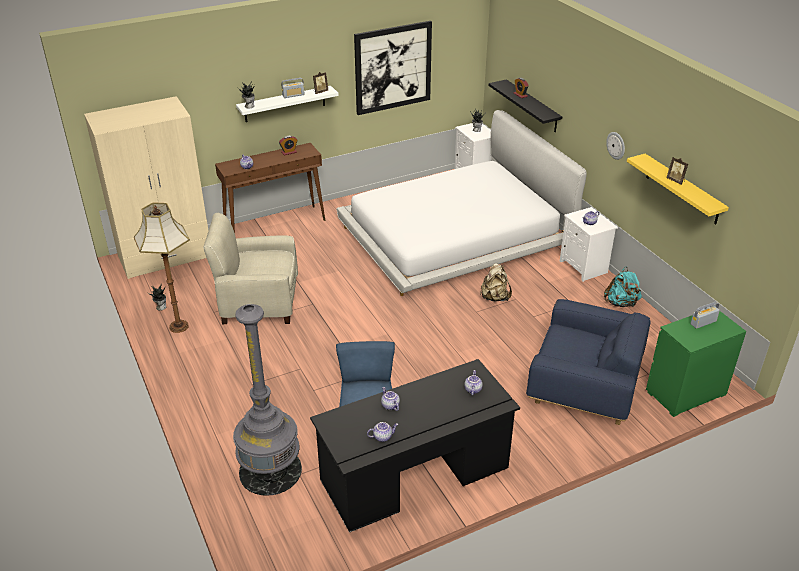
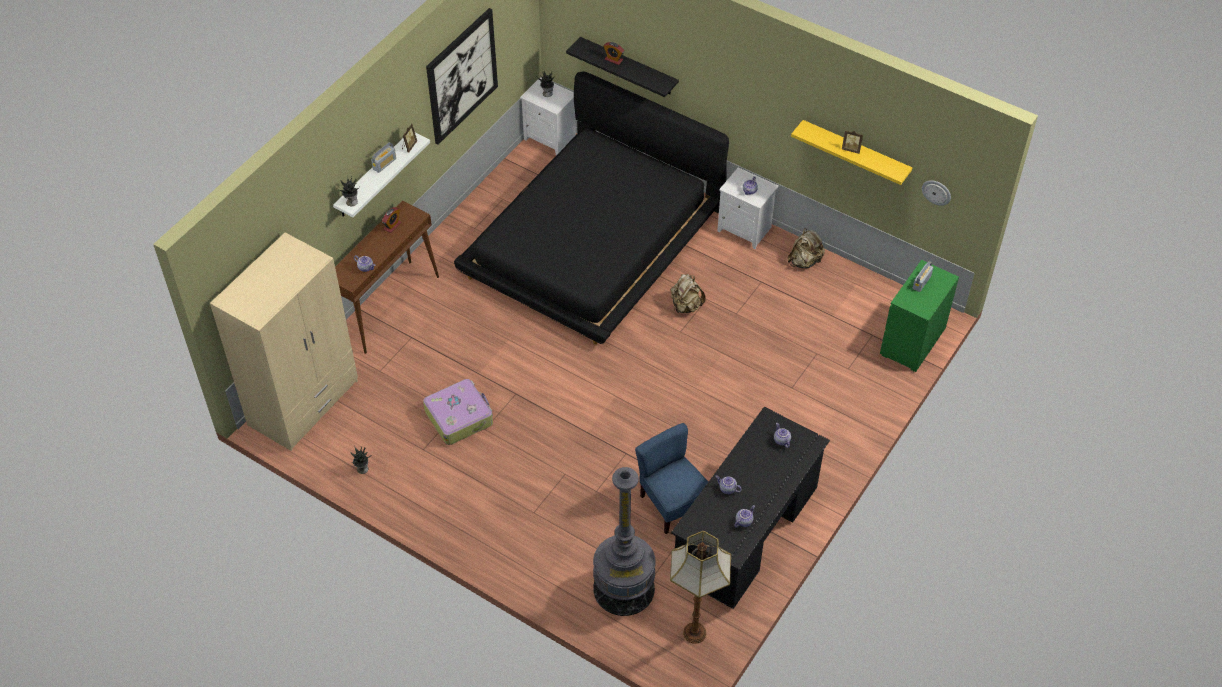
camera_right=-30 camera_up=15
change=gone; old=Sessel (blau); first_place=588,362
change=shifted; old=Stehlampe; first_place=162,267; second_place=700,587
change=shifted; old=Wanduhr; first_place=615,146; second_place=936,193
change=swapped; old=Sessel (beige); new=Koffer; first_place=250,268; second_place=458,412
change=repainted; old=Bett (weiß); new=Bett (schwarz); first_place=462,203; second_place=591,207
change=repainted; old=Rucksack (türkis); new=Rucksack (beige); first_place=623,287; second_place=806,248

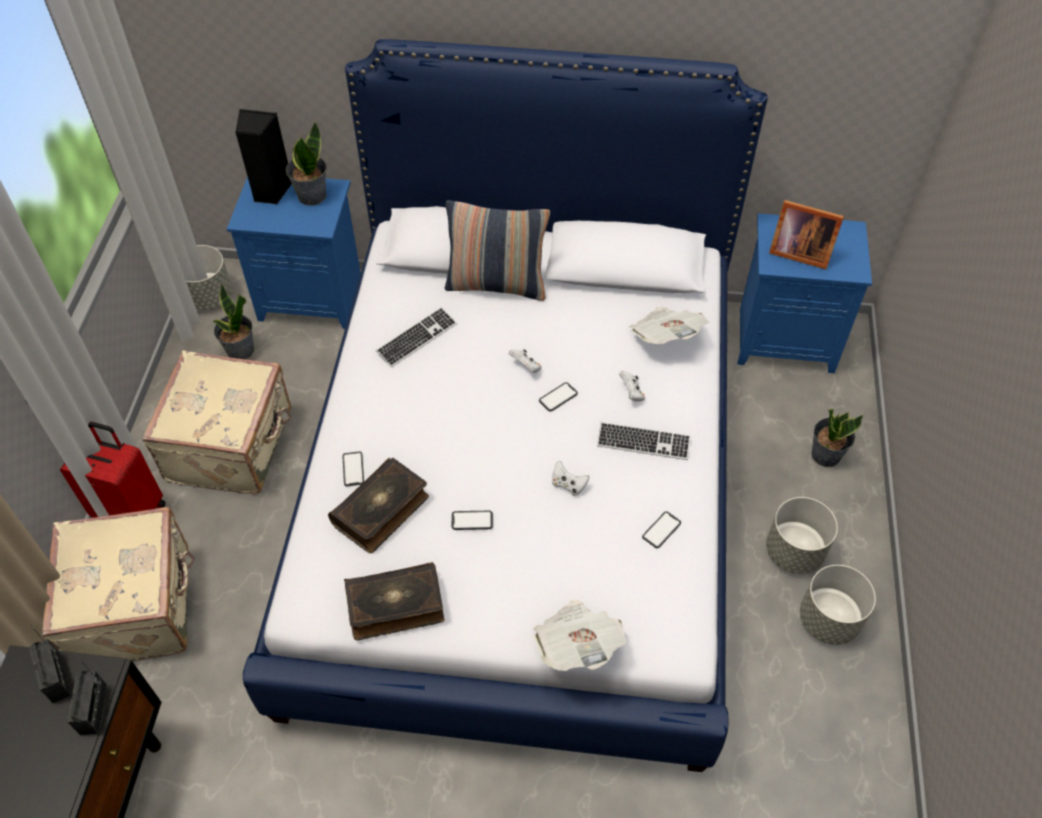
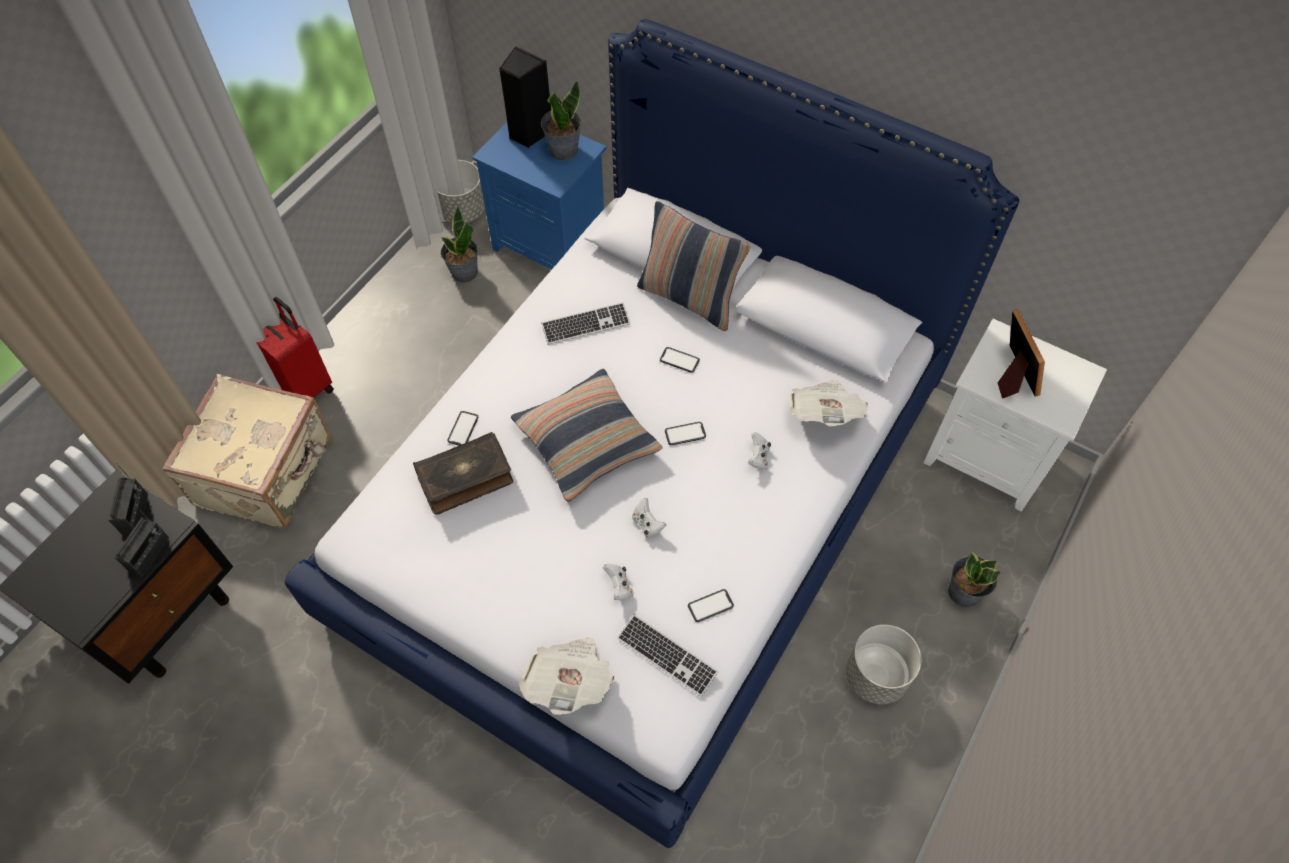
camera_right=25 camera_up=5
change=gone; old=Koffer (beige); first_place=217,422
change=gone; old=Buch; first_place=394,601
change=gone; old=Pflanzkübel (grau); first_place=838,605
change=new; new=Kissen; second_place=587,435
change=shifted; old=Handy; first_place=472,520; second_place=680,360
change=shifted; old=Gamepad (weiß); first_place=525,361; second_place=618,582
change=shifted; old=Tastatur; first_place=644,441; second_place=667,655
change=repainted; old=Nachttisch (blau); new=Nachttisch (weiß); first_place=804,293; second_place=1015,415
change=rotated; old=Bilderrahmen; first_place=806,235; second_place=1021,354; degrees=-150

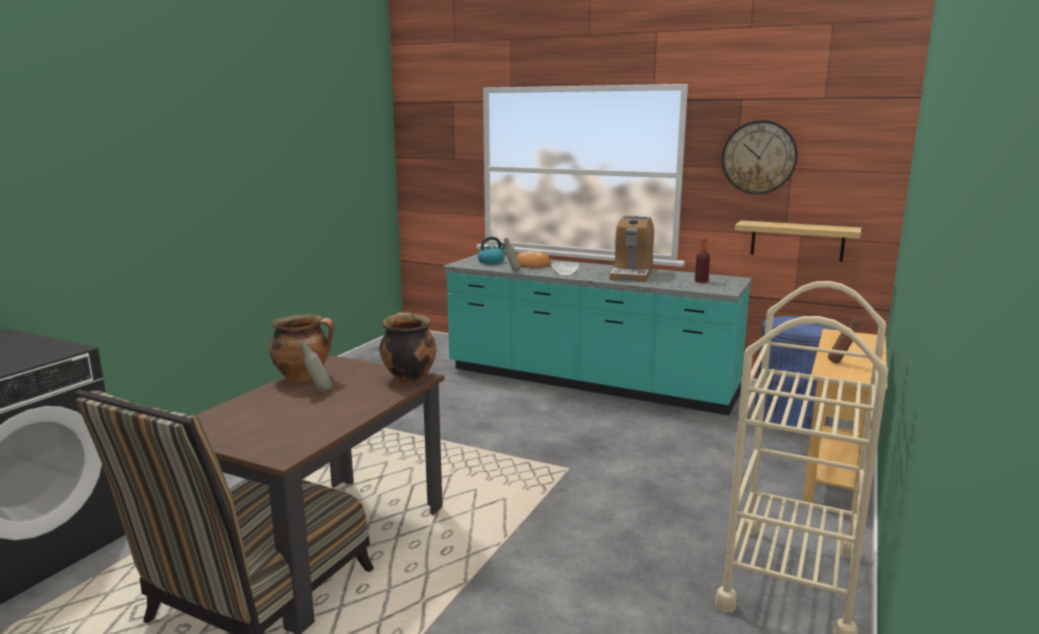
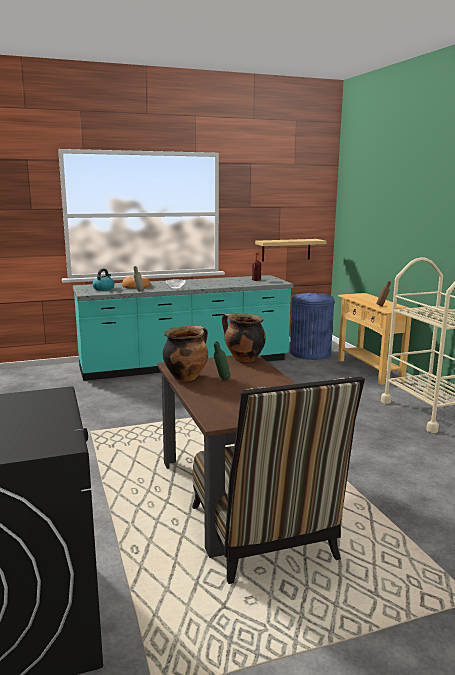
camera_right=-45 camera_up=0
change=gone; old=Kaffeemaschine; first_place=632,249
change=gone; old=Wanduhr; first_place=760,157
change=repainted; old=Flasche (grau); new=Flasche (grün); first_place=316,366; second_place=222,360

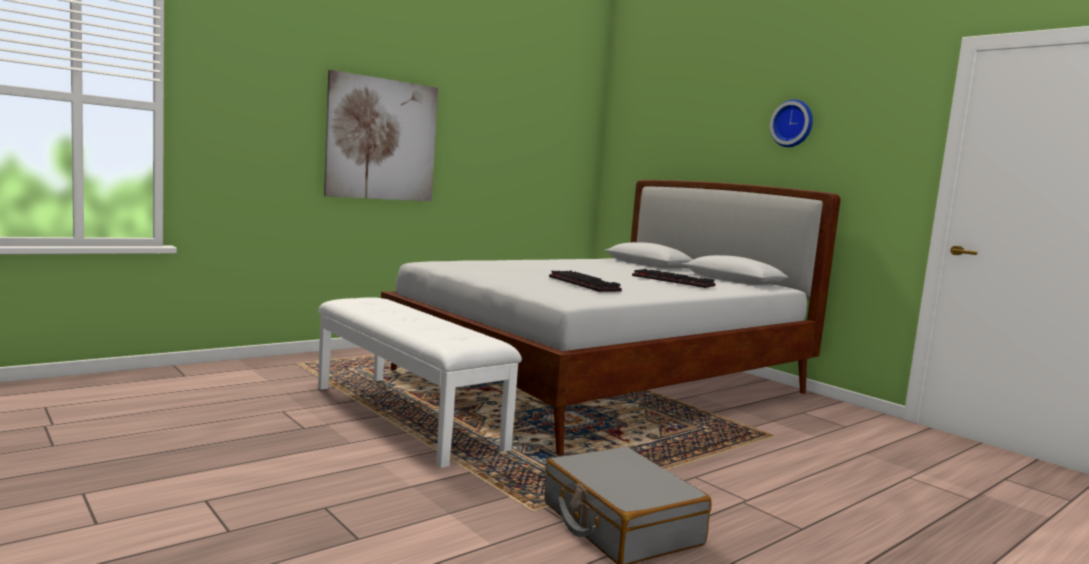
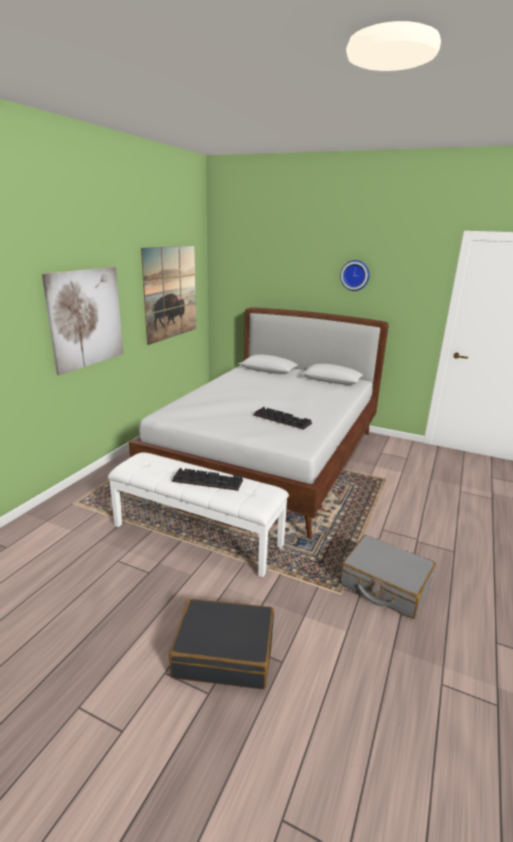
camera_right=-25 camera_up=15
change=new; new=Bild; second_place=168,295
change=new; new=Koffer (schwarz); second_place=221,644
change=shifted; old=Tastatur; first_place=674,278; second_place=207,479

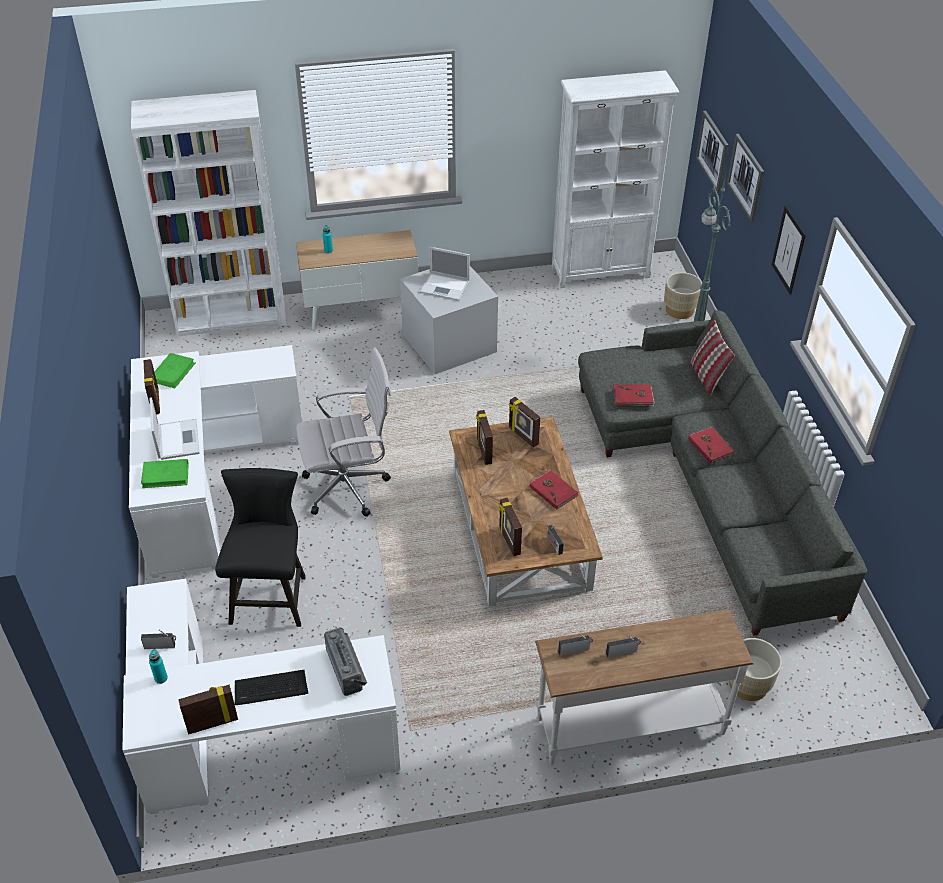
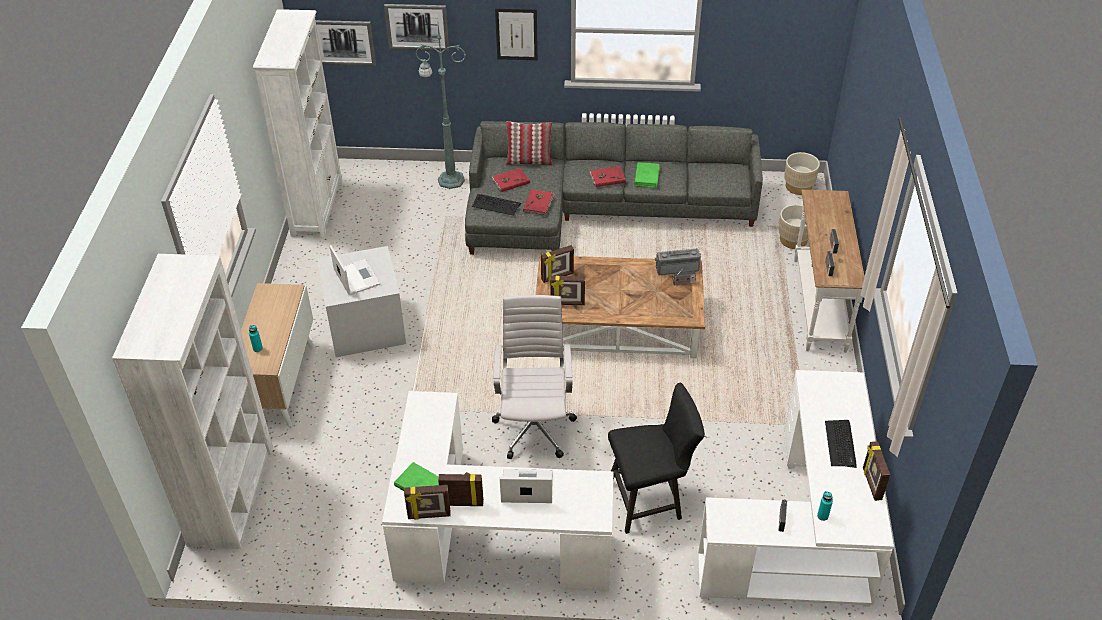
camera_right=-75 camera_up=0
change=new; new=Tastatur; second_place=496,205
change=shifted; old=Buch (grün); first_place=165,473; second_place=647,175
change=shifted; old=Radio; first_place=345,661; second_place=678,261
change=shifted; old=Bilderrahmen; first_place=510,527; second_place=427,502
change=shifted; old=Buch (rot); first_place=554,489; second_place=511,180
change=shifted; old=Pflanzkübel (beige); first_place=683,295; second_place=802,173
change=rotated; old=Stuhl (schwarz); first_place=260,547; second_place=656,458; degrees=150
change=rotated; old=Laptop; first_place=445,274; second_place=355,270; degrees=-60

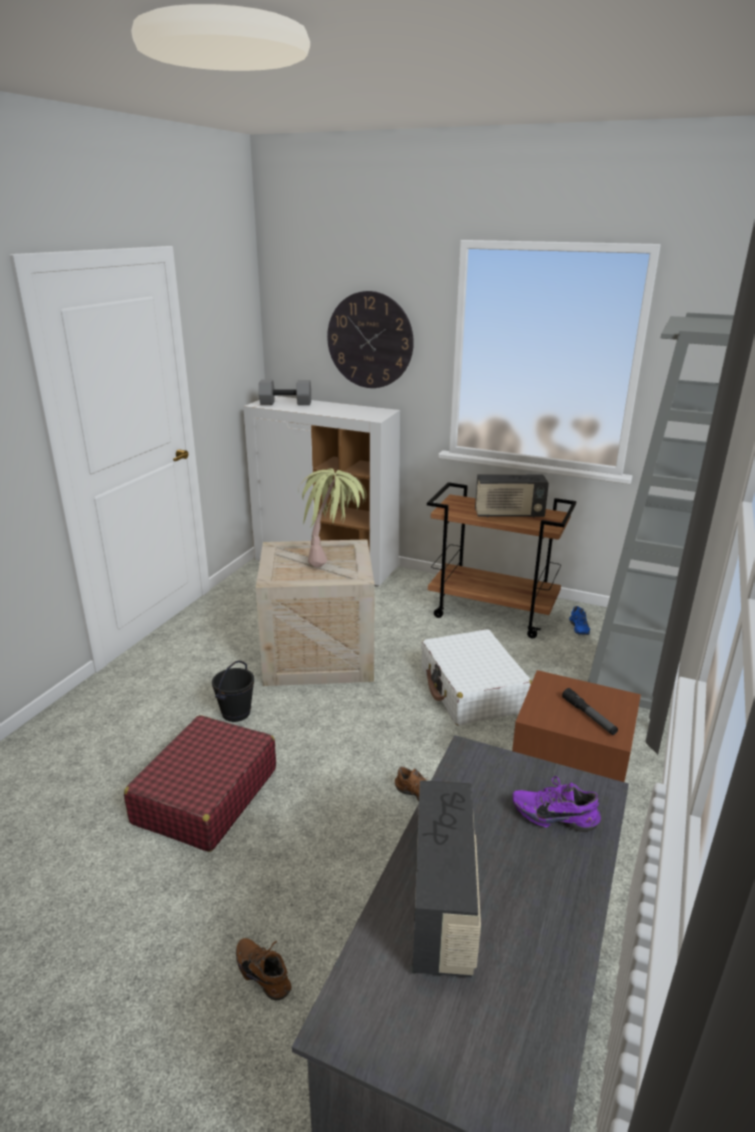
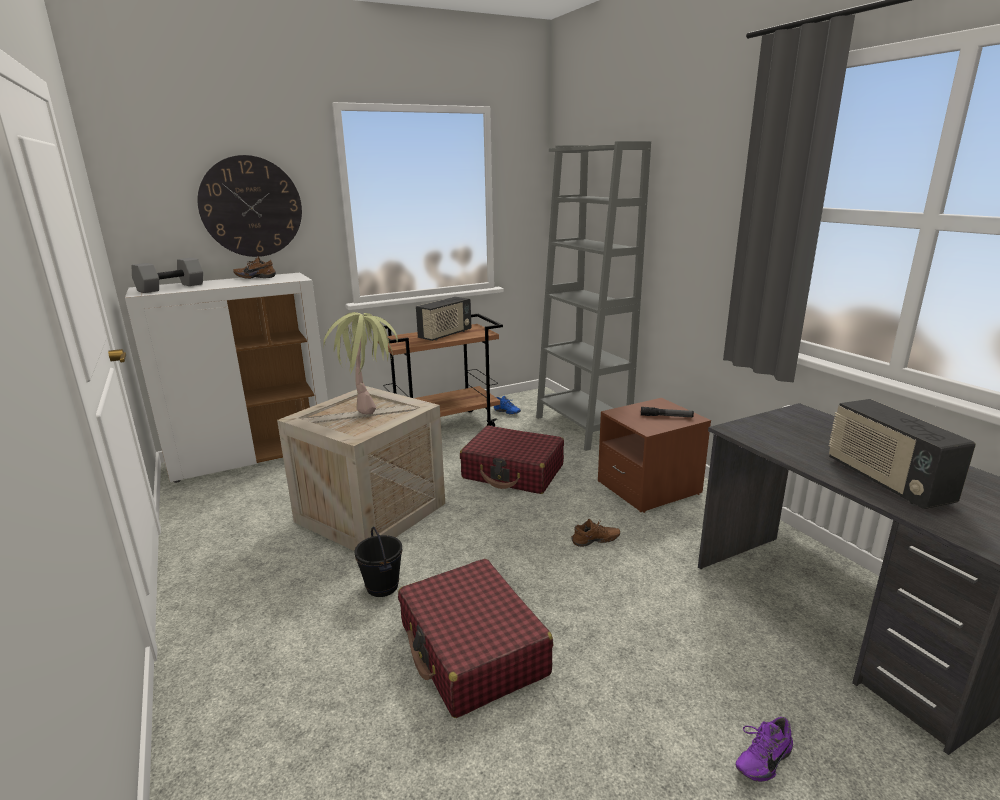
camera_right=-50 camera_up=-5
change=shifted; old=Schuh (braun); first_place=263,969; second_place=254,267
change=shifted; old=Schuh (lila); first_place=556,804; second_place=764,749
change=repainted; old=Koffer (weiß); new=Koffer (rot); first_place=476,677; second_place=512,460
change=rotated; old=Radio; first_place=446,878; second_place=902,454; degrees=-150

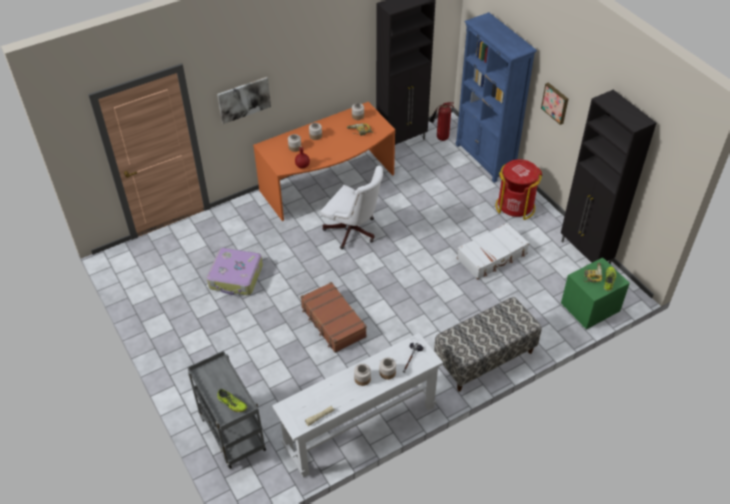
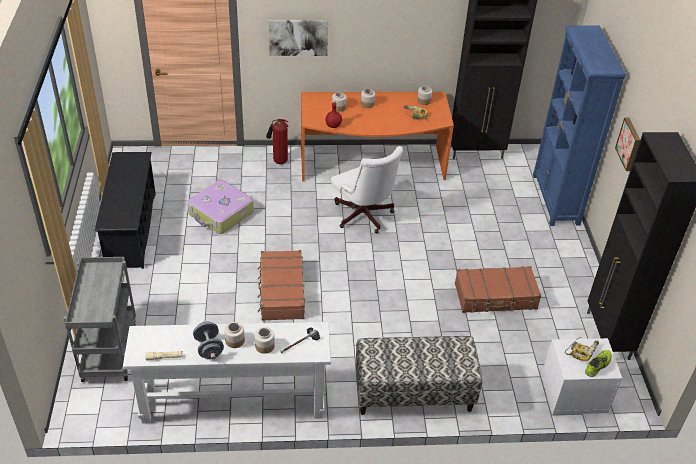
camera_right=25 camera_up=-5
change=gone; old=Schuh; first_place=232,400
change=gone; old=Mülleimer (rot); first_place=519,189
change=new; new=Schuhregal (schwarz); second_place=125,210
change=new; new=Hantel (grau); second_place=208,340
change=shifted; old=Feuerlöscher; first_place=442,121; second_place=277,141
change=repainted; old=Koffer (weiß); new=Koffer (braun); first_place=493,251; second_place=498,289
change=repainted; old=Nachttisch (grün); new=Nachttisch (weiß); first_place=595,293; second_place=582,376

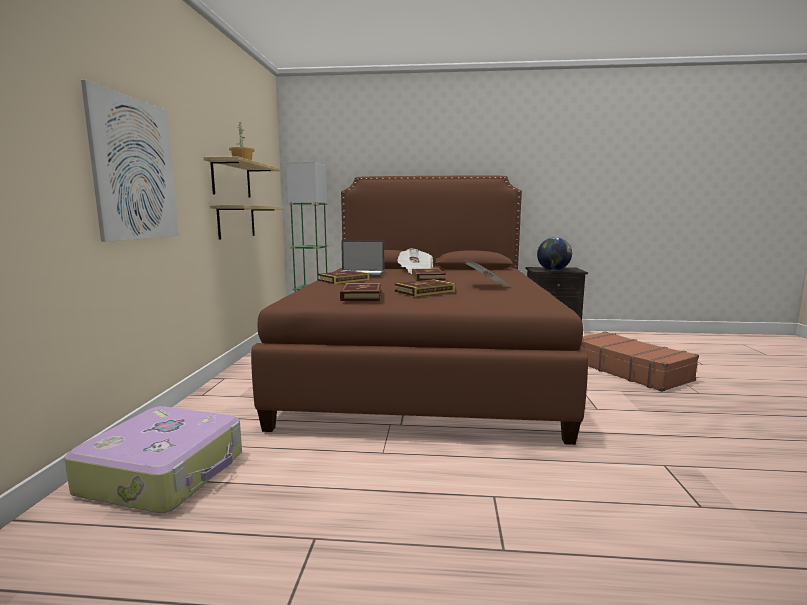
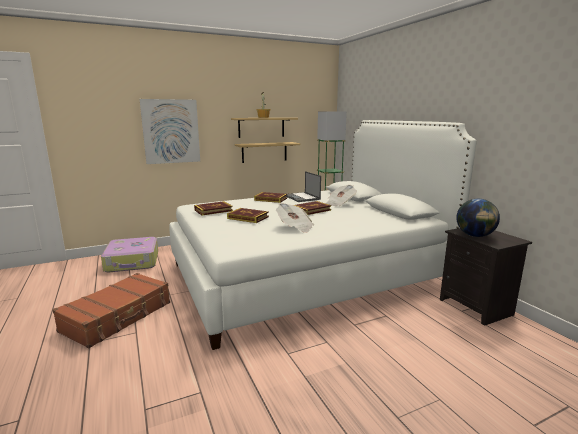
camera_right=60 camera_up=5
change=shifted; old=Koffer (braun); first_place=638,361; second_place=111,310
change=repainted; old=Bett (braun); new=Bett (weiß); first_place=419,310; second_place=323,235

